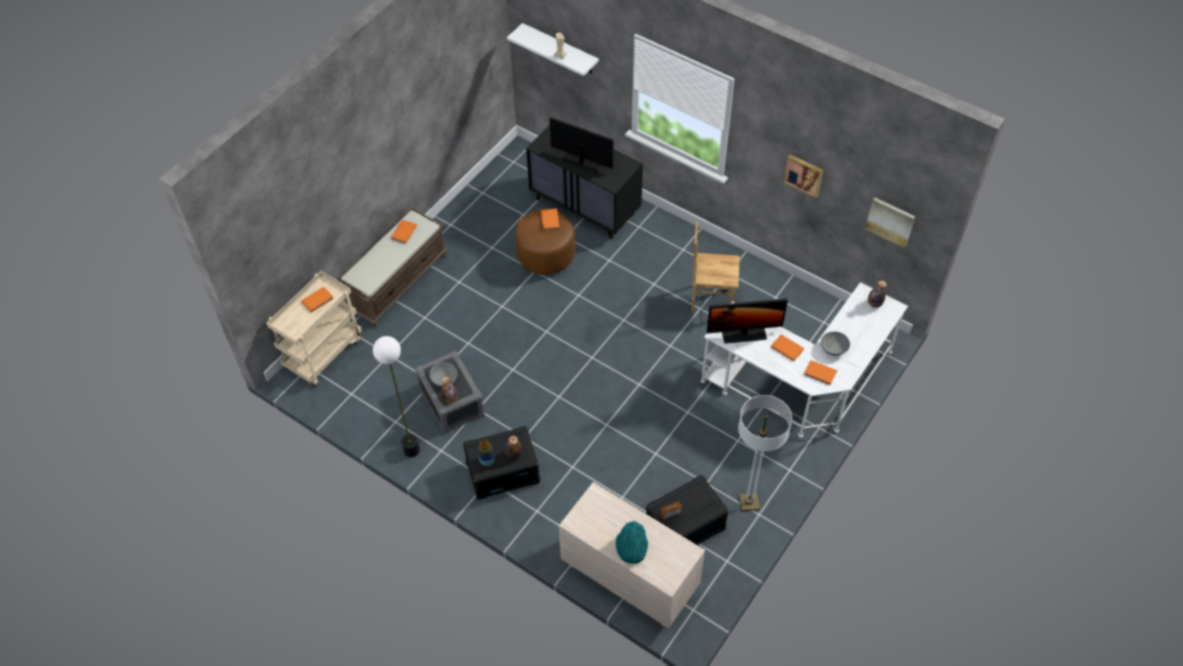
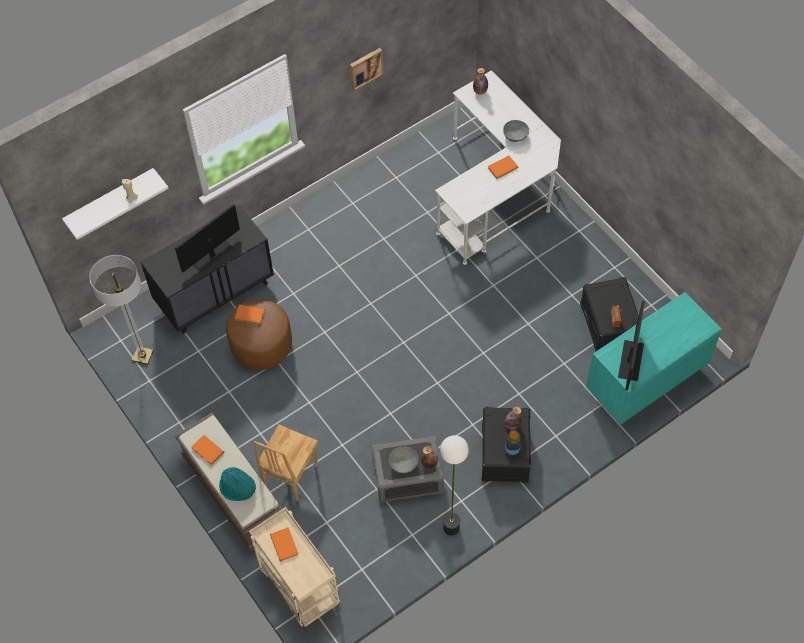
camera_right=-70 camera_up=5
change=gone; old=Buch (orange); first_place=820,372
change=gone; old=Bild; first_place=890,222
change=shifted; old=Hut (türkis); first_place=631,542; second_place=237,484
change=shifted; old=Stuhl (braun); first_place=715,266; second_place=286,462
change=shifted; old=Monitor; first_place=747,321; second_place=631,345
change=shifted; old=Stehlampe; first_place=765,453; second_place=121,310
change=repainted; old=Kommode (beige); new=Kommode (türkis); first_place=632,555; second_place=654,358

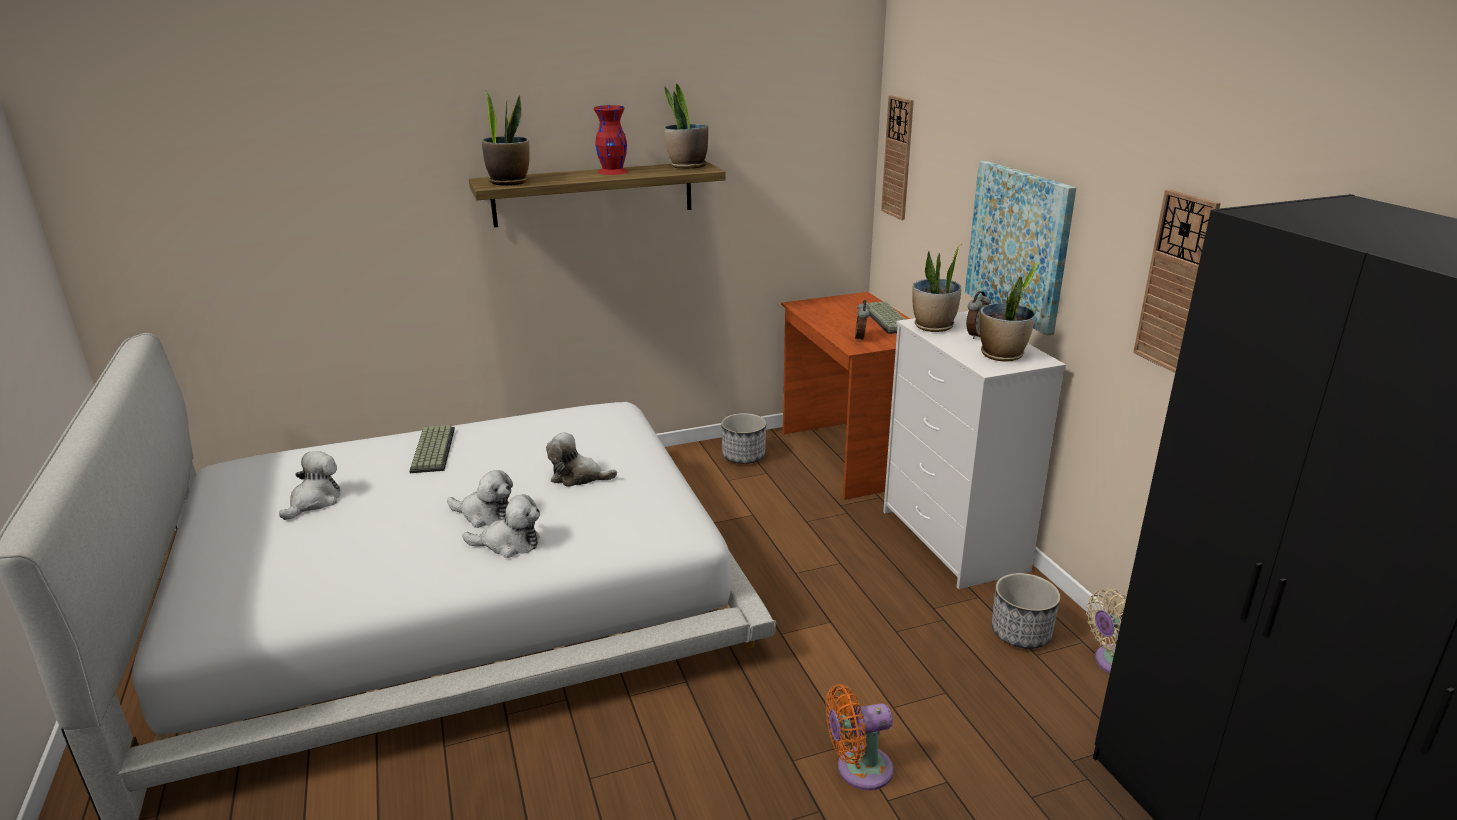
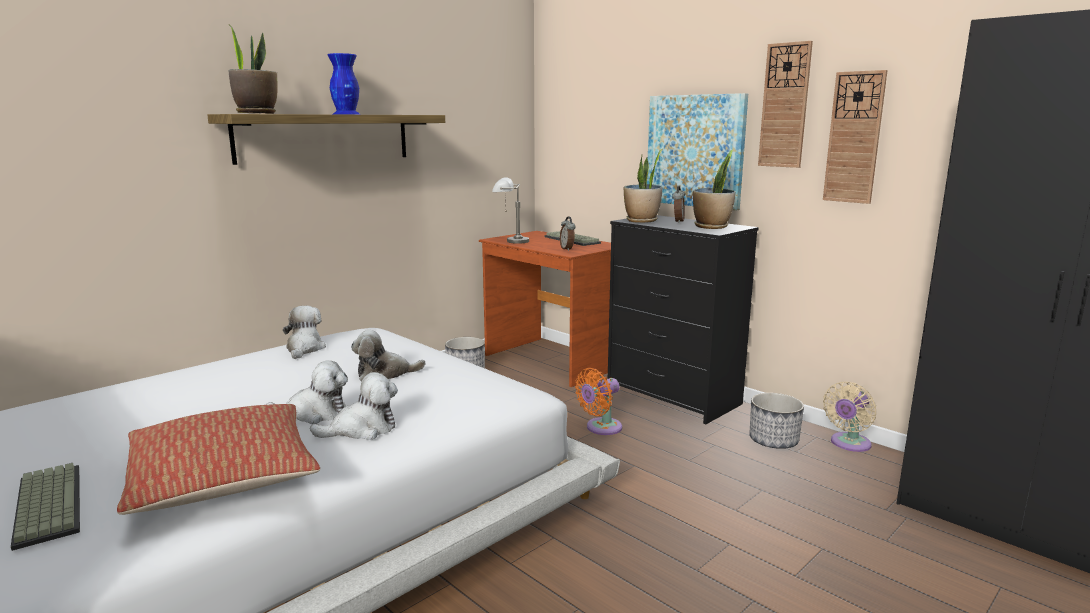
camera_right=-25 camera_up=-10
change=gone; old=Topfpflanze; first_place=686,126
change=new; new=Kissen; second_place=218,459
change=new; new=Tischlampe (grau); second_place=510,210
change=shifted; old=Plüschtier; first_place=310,485; second_place=304,332
change=shifted; old=Tastatur; first_place=432,449; second_place=45,507
change=shifted; old=Ventilator (orange); first_place=859,737; second_place=598,401
change=shifted; old=Wanduhr; first_place=897,157; second_place=785,104
change=repainted; old=Vase (rot); new=Vase (blau); first_place=611,140; second_place=344,84
change=repainted; old=Kommode (weiß); new=Kommode (schwarz); first_place=974,450; second_place=683,319

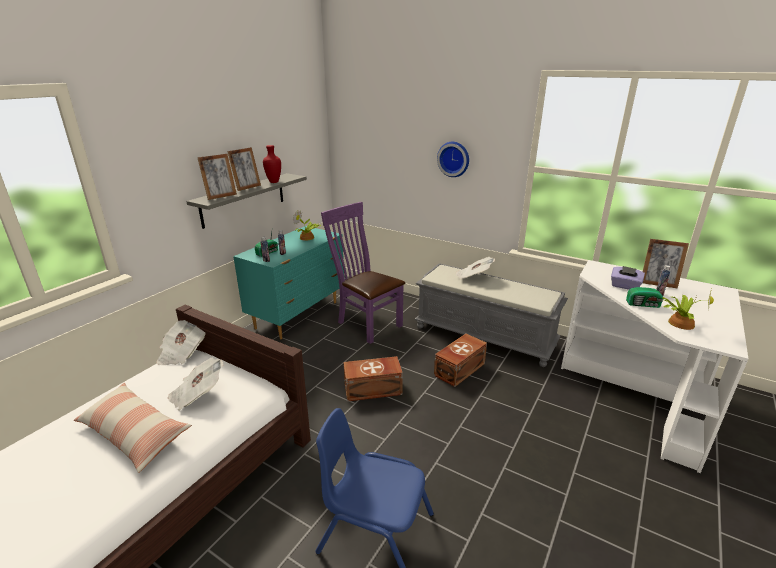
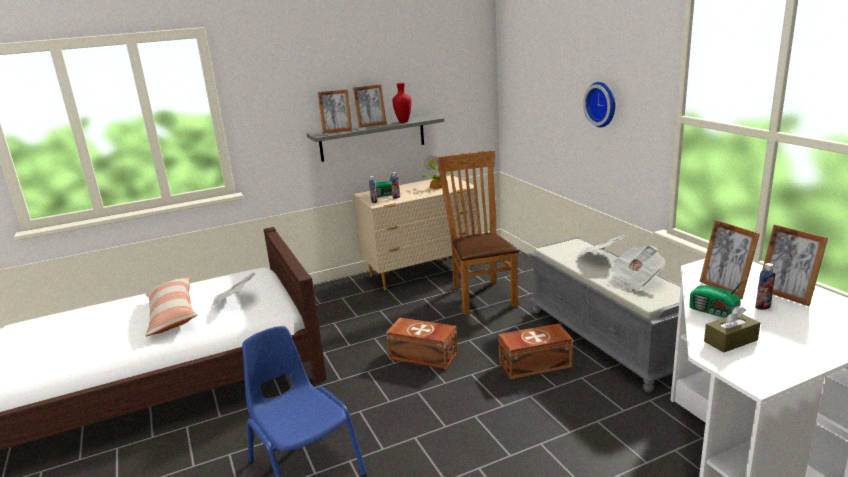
camera_right=35 camera_up=-5
change=shifted; old=Zeitung; first_place=180,342; second_place=636,268
change=swapped; old=Taschentuchbox (lila); new=Bilderrahmen; first_place=628,278; second_place=729,259
change=swapped; old=Topfpflanze; new=Taschentuchbox (braun); first_place=688,309; second_place=732,329
change=repainted; old=Kommode (türkis); new=Kommode (beige); first_place=288,282; second_place=415,232
change=repainted; old=Stuhl (lila); new=Stuhl (braun); first_place=363,273; second_place=477,232

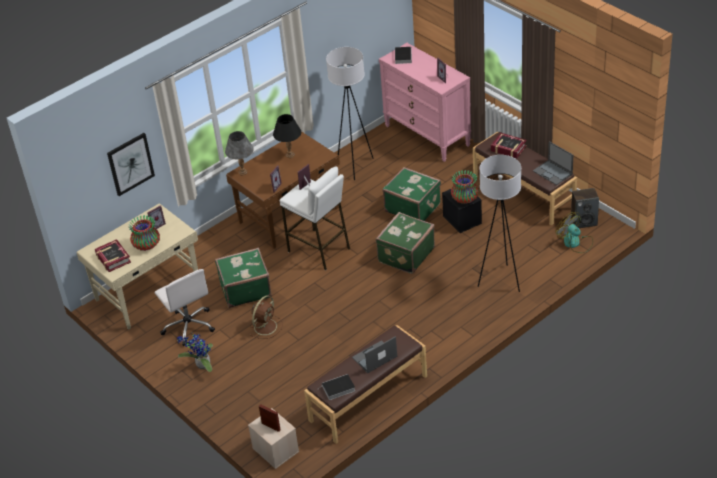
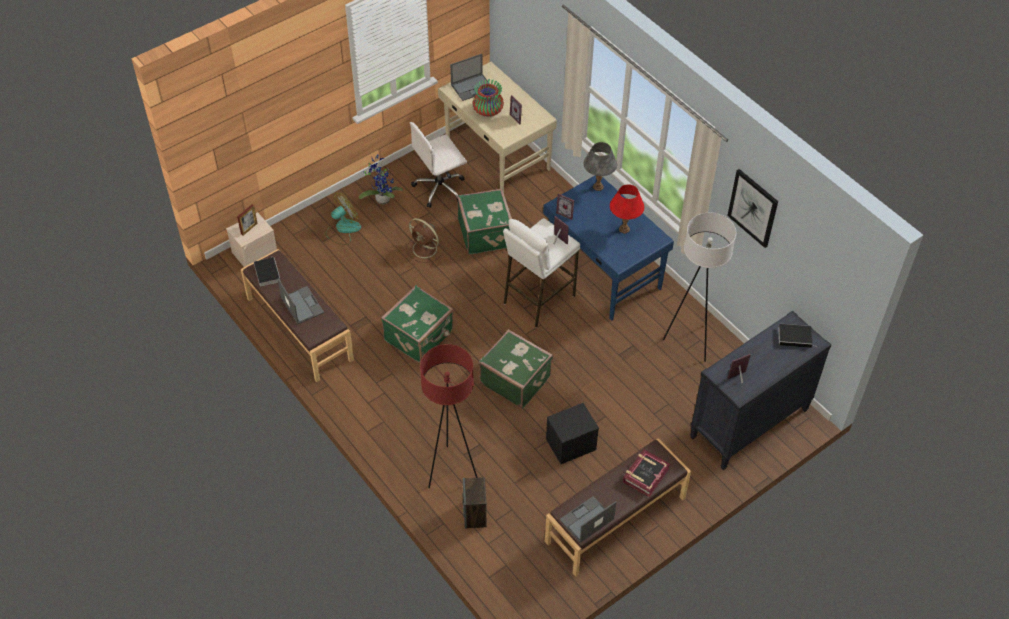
camera_right=90 camera_up=10
change=gone; old=Vase; first_place=465,187
change=shifted; old=Bild; first_place=131,164; second_place=752,208
change=shifted; old=Koffer (grün); first_place=412,194; second_place=417,324
change=shifted; old=Ventilator; first_place=574,232; second_place=343,219
change=shifted; old=Lautsprecher; first_place=585,208; second_place=475,503
change=swapped; old=Buch; new=Laptop; first_place=113,255; second_place=470,77
change=repainted; old=Schreibtisch (braun); new=Schreibtisch (blau); first_place=283,190; second_place=608,248
change=repainted; old=Tischlampe (schwarz); new=Tischlampe (rot); first_place=287,136; second_place=627,208
change=repainted; old=Kommode (rosa); new=Kommode (schwarz); first_place=425,102; second_place=760,390
change=repainted; old=Stehlampe (weiß); new=Stehlampe (rot); first_place=499,223; second_place=449,416

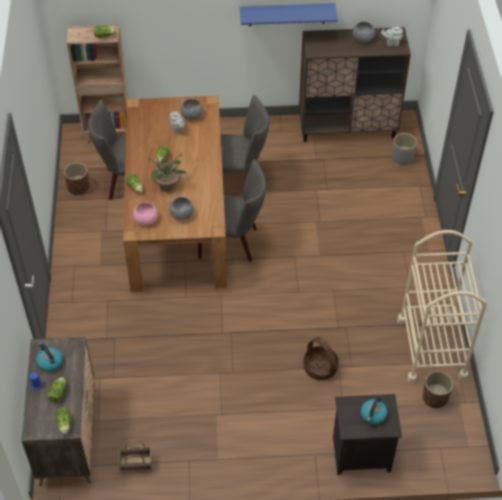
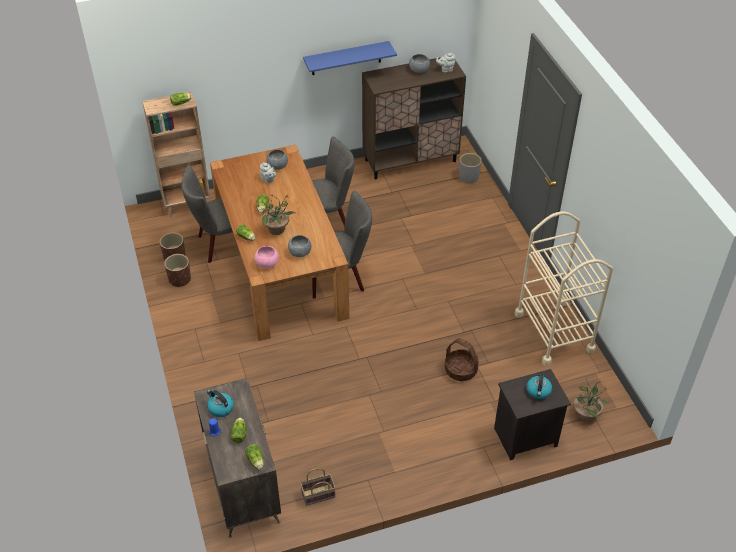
camera_right=-15 camera_up=-5
change=new; new=Topfpflanze; second_place=591,399
change=shifted; old=Pflanzkübel (braun); first_place=438,389; second_place=177,271

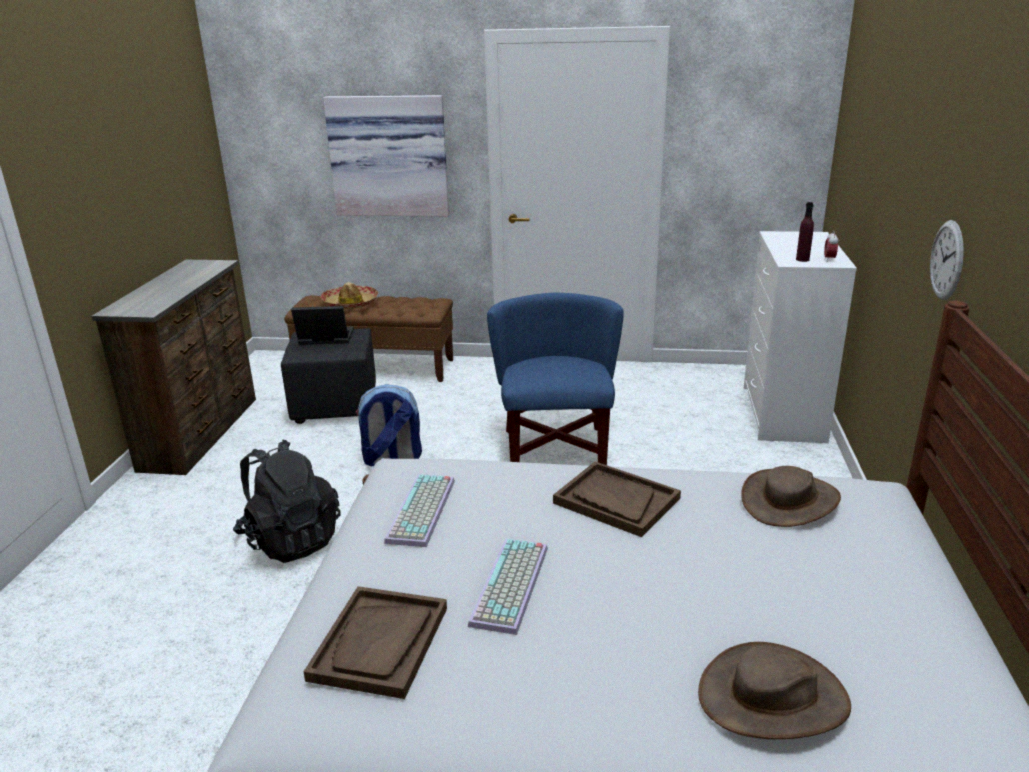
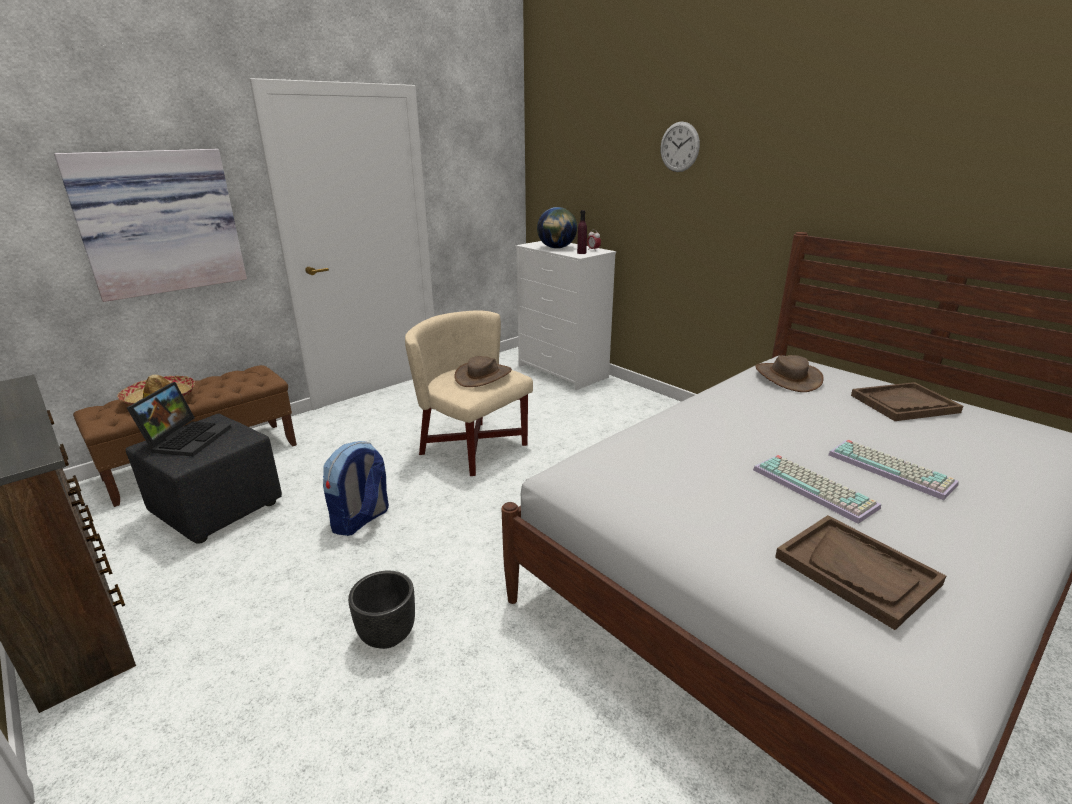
camera_right=-50 camera_up=0
change=new; new=Globus; second_place=557,228
change=shifted; old=Tastatur; first_place=419,510; second_place=893,470
change=shifted; old=Tablett (braun); first_place=617,499; second_place=907,401
change=shifted; old=Hut (braun); first_place=774,690; second_place=483,371
change=shifted; old=Wanduhr; first_place=947,260; second_place=680,147
change=swapped; old=Rucksack (schwarz); new=Pflanzkübel (schwarz); first_place=286,501; second_place=381,610
change=repainted; old=Sessel (blau); new=Sessel (beige); first_place=555,379; second_place=469,393
change=rotated; old=Laptop; first_place=322,325; second_place=179,419; degrees=150

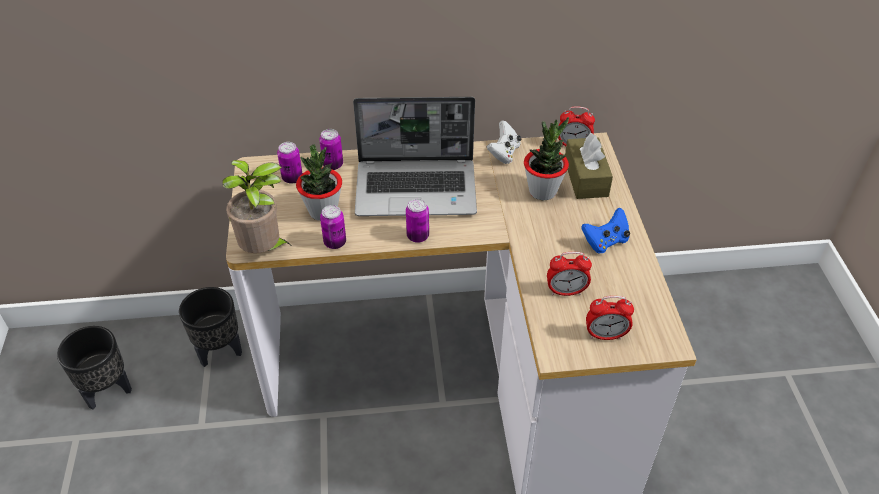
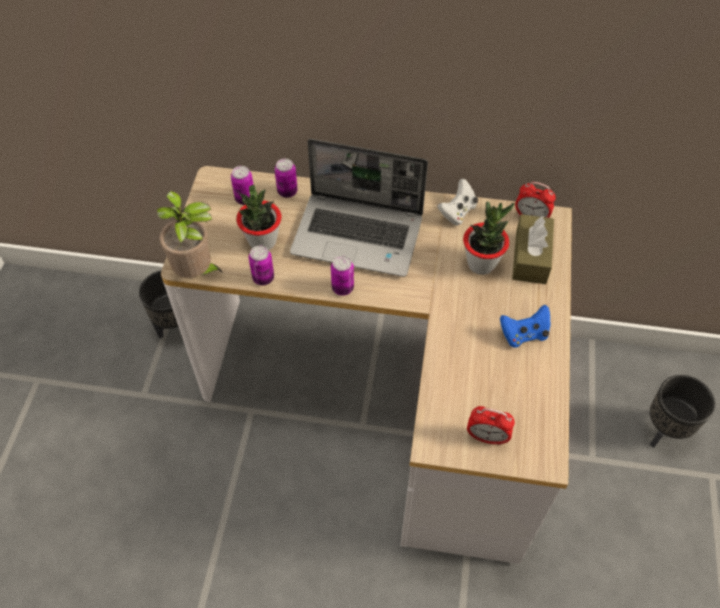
camera_right=15 camera_up=10
change=gone; old=Wecker; first_place=569,274
change=shifted; old=Pflanzkübel (schwarz); first_place=94,368; second_place=682,411

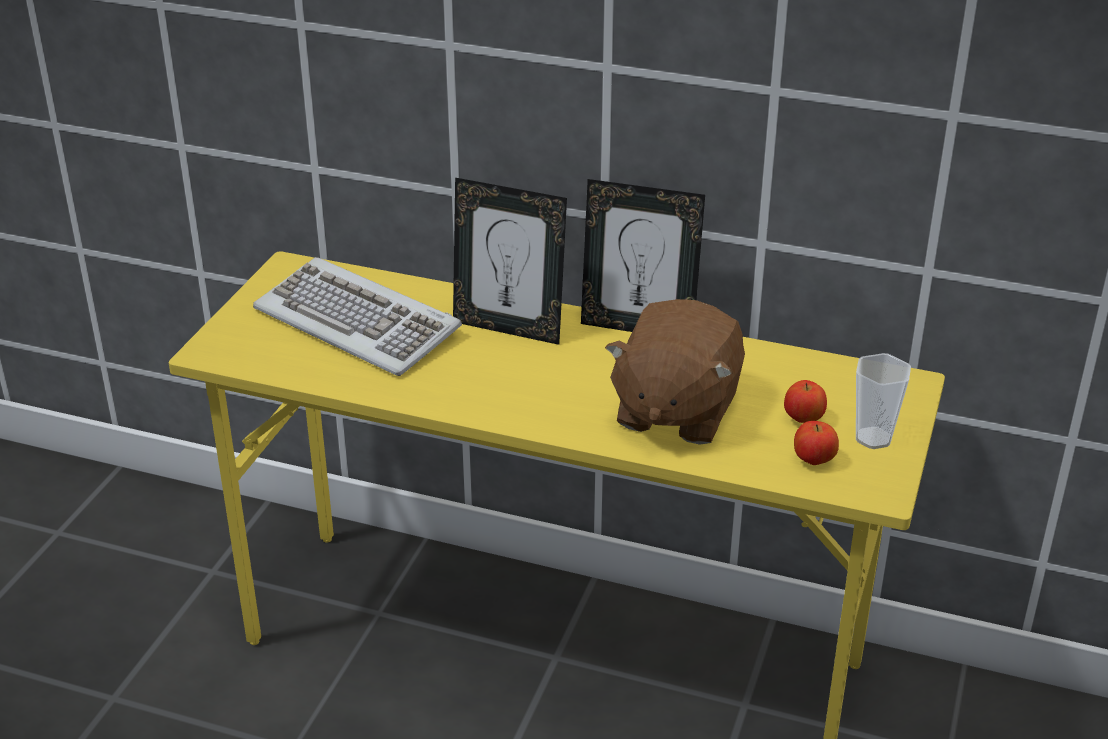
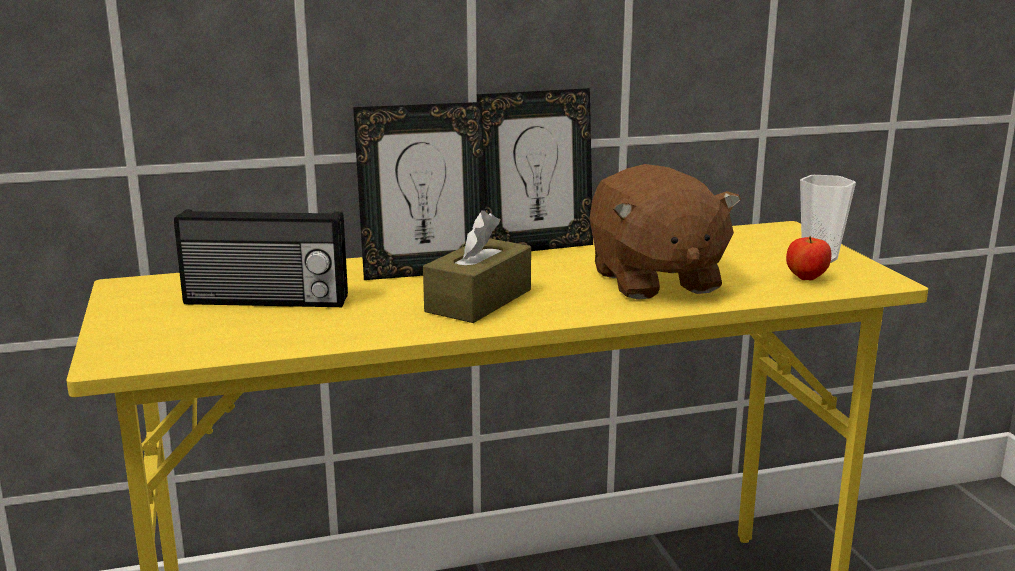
camera_right=-35 camera_up=-15
change=gone; old=Apfel; first_place=805,401
change=new; new=Taschentuchbox (braun); second_place=477,266
change=swapped; old=Tastatur; new=Radio; first_place=357,316; second_place=261,258

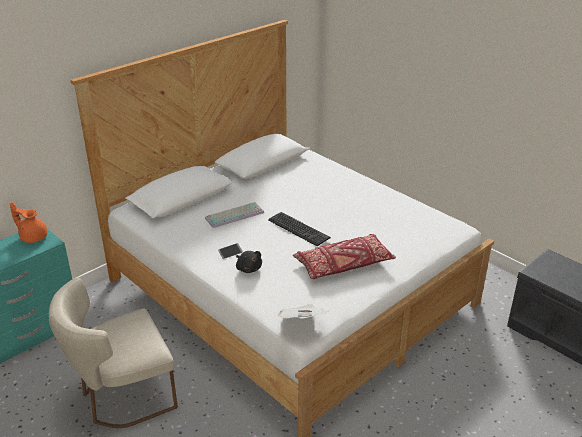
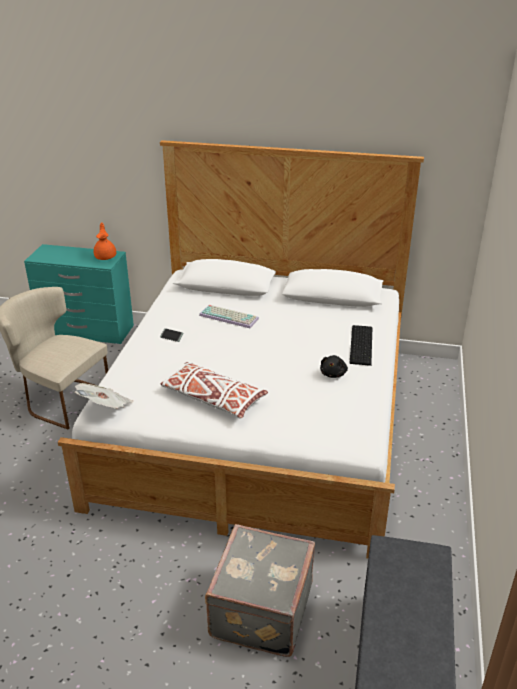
camera_right=55 camera_up=0
change=new; new=Koffer (grau); second_place=260,590
change=shifted; old=Plüschtier (schwarz); first_place=249,262; second_place=334,366
change=shifted; old=Tastatur; first_place=299,229; second_place=361,345
change=repainted; old=Kissen (rot); new=Kissen (weiß); first_place=344,256; second_place=214,390

